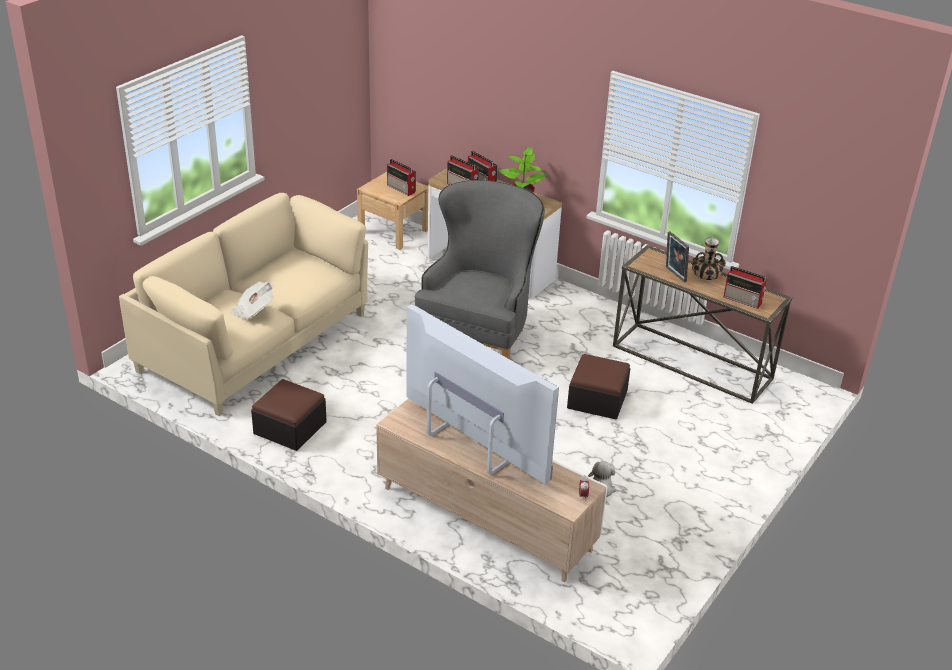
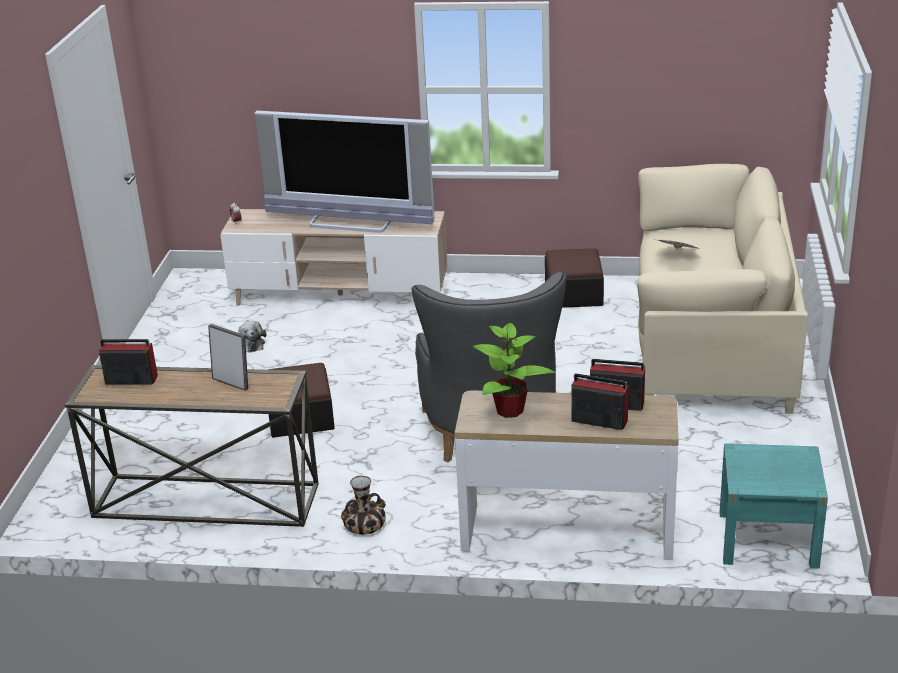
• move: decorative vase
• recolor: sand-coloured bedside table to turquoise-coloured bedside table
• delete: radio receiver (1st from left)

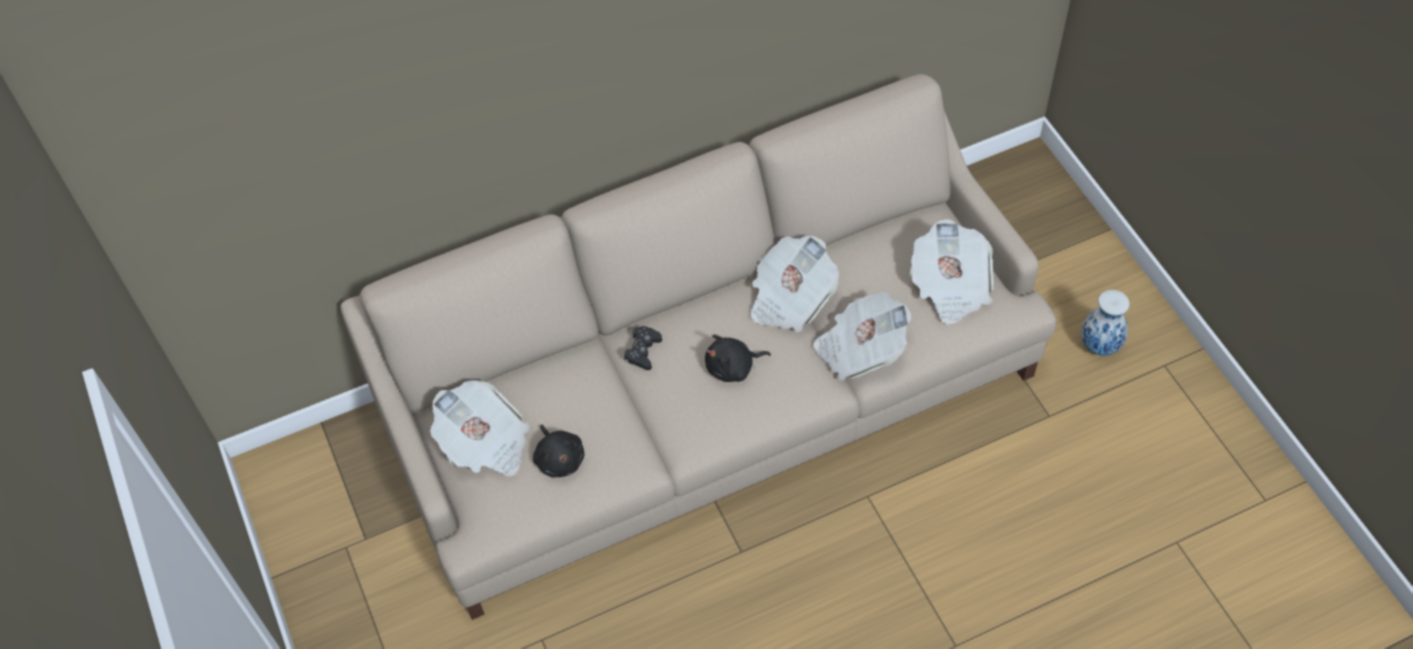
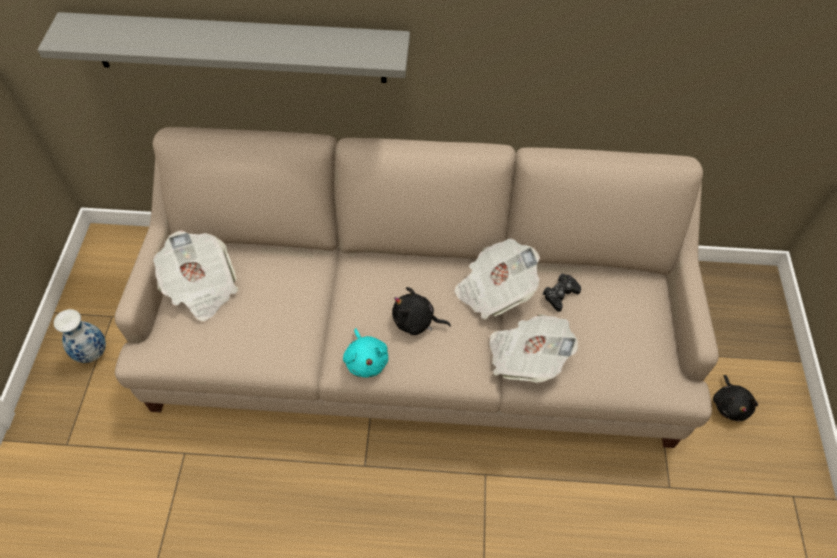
• insert: gray bracket shelf
• move: decorative vase
• insert: turquoise-coloured plush toy
• move: blackish game controller
• move: blackish plush toy (1st from left in the first image) to blackish plush toy (2nd from left)
• delete: daily paper (4th from left)

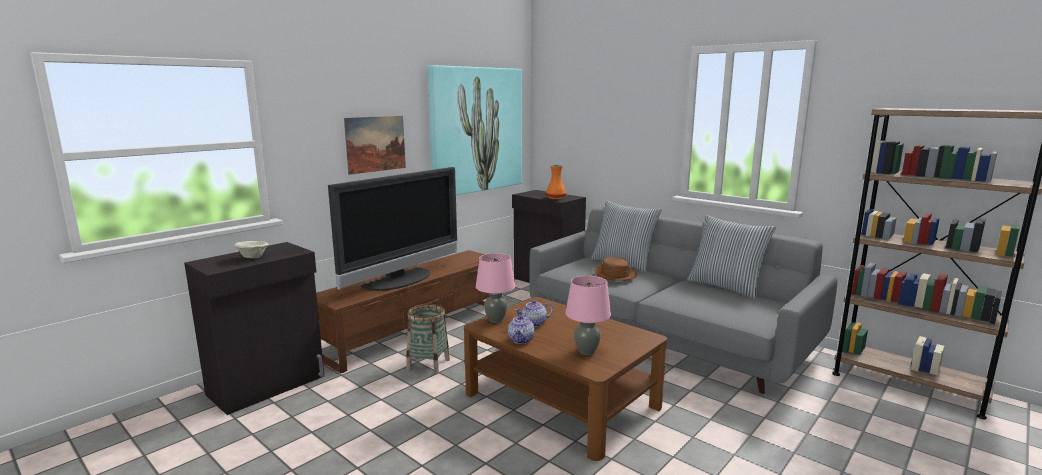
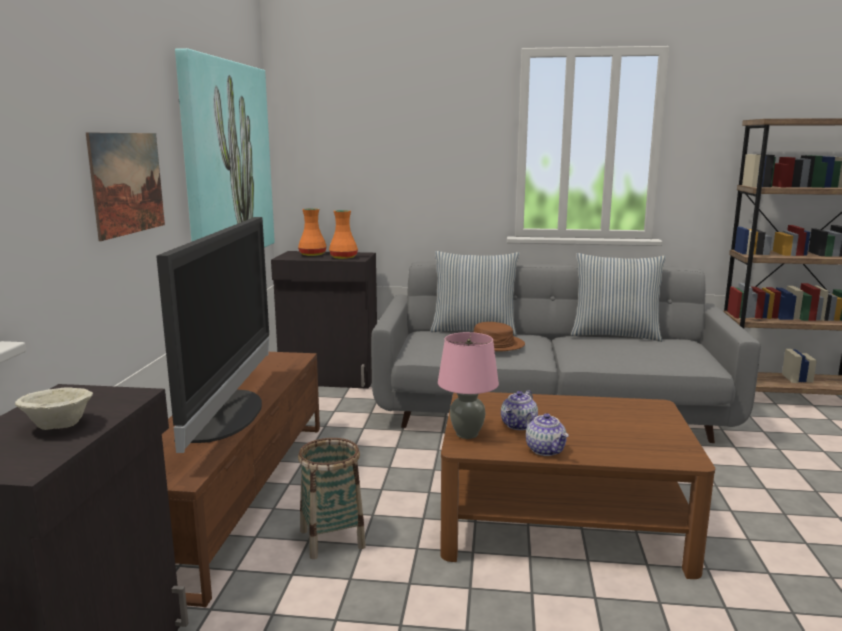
• insert: orangey decorative vase (1st from left)
• delete: pinkish tabletop lamp (2nd from left)

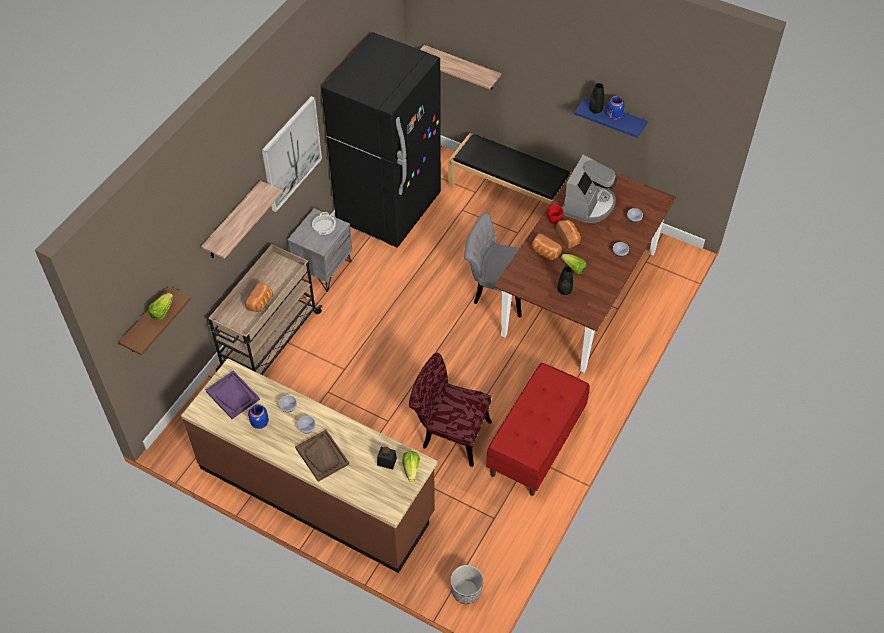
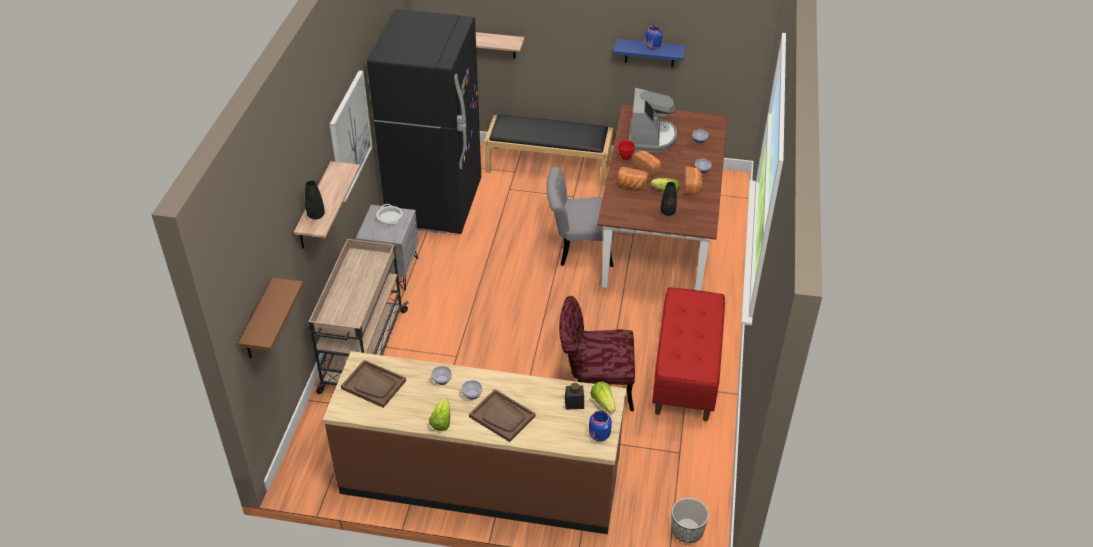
• move: blackish decorative vase (2nd from left in the first image) to blackish decorative vase (1st from left)
• recolor: purple serving tray to brown serving tray (1st from left)
• move: lettuce head (1st from left)
• move: blue jar (1st from left)
• move: bakery bread (1st from left in the first image) to bakery bread (3rd from left)

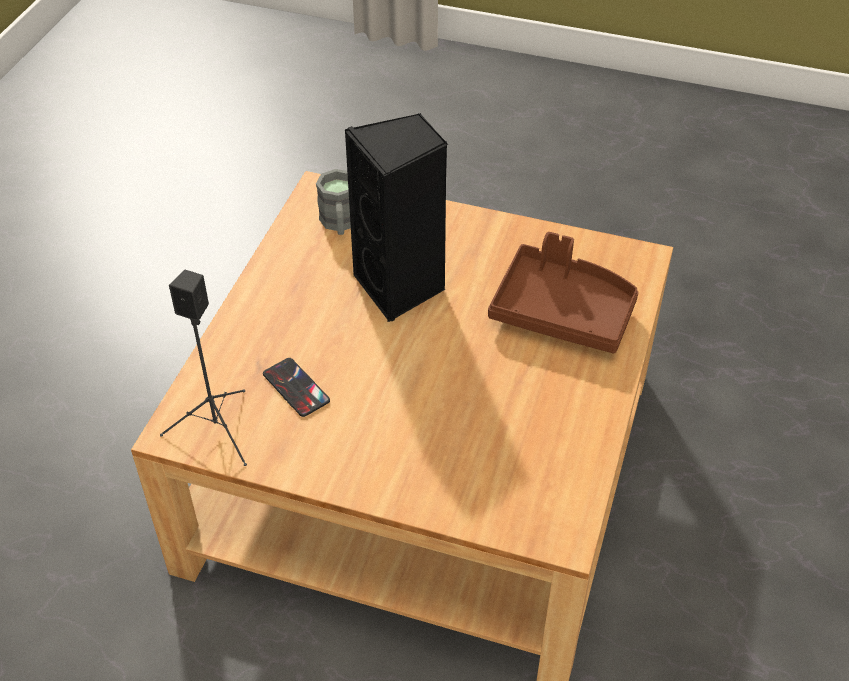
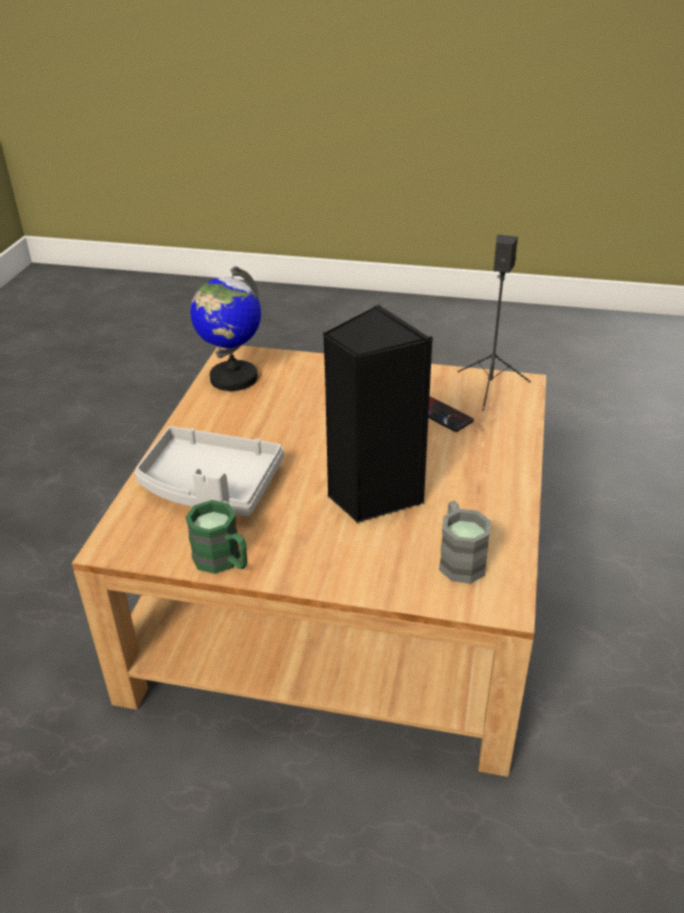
• recolor: brown serving tray to gray serving tray
• insert: green tea mug
• insert: desk globe

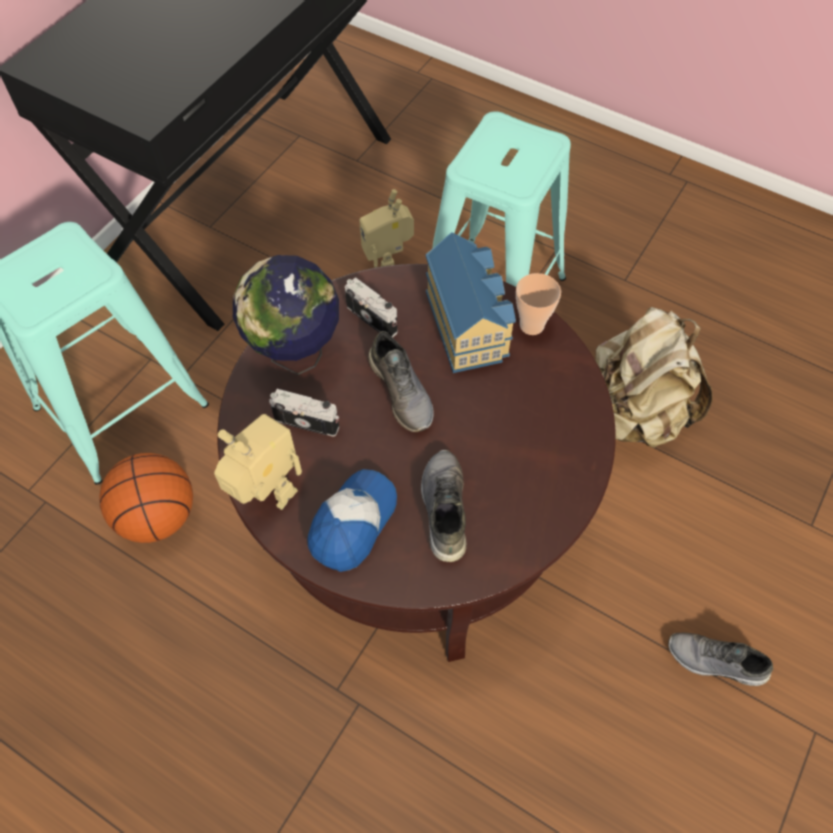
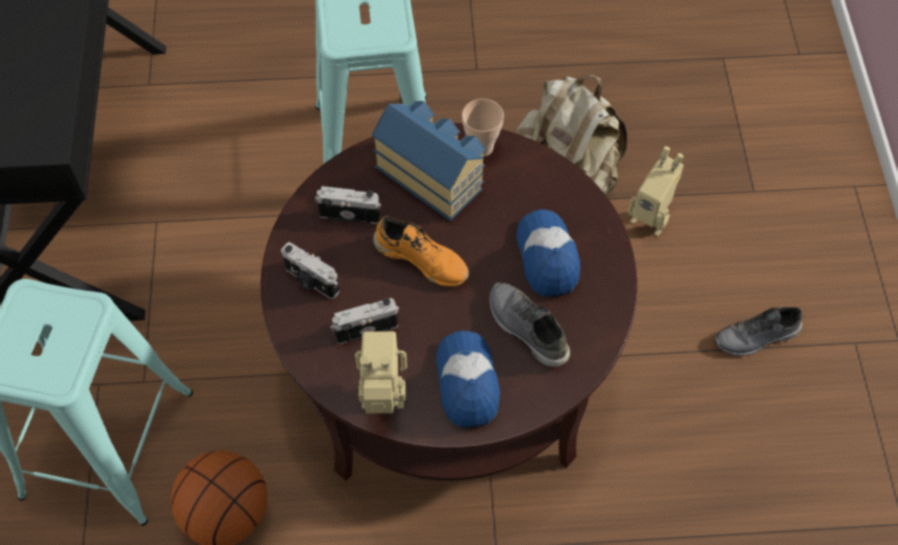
• replace: desk globe to photo camera (1st from left)
• recolor: gray item of footwear (1st from left) to orangey item of footwear
• insert: peaked cap (2nd from left)
• move: toy robot (2nd from left)

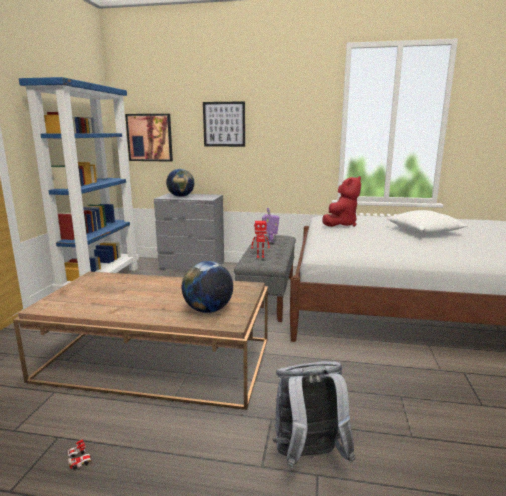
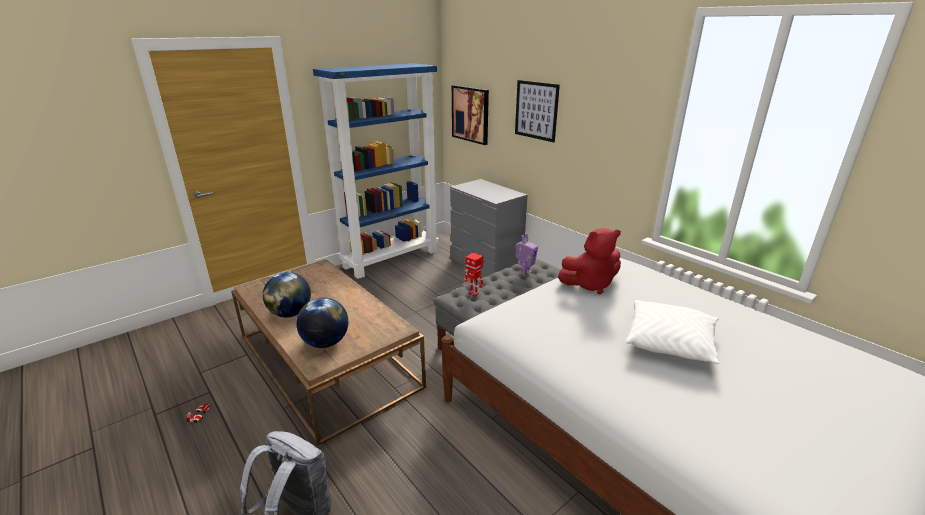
• move: desk globe (1st from left)

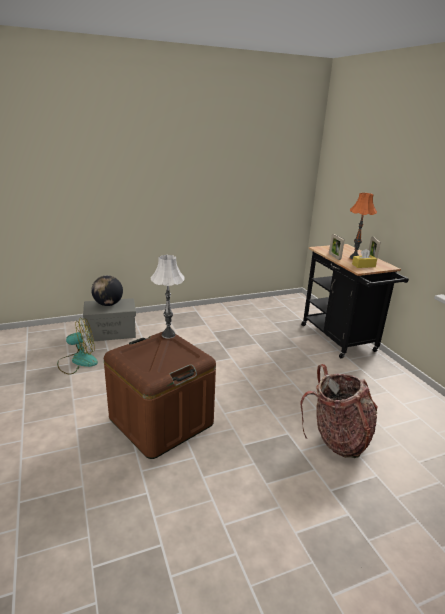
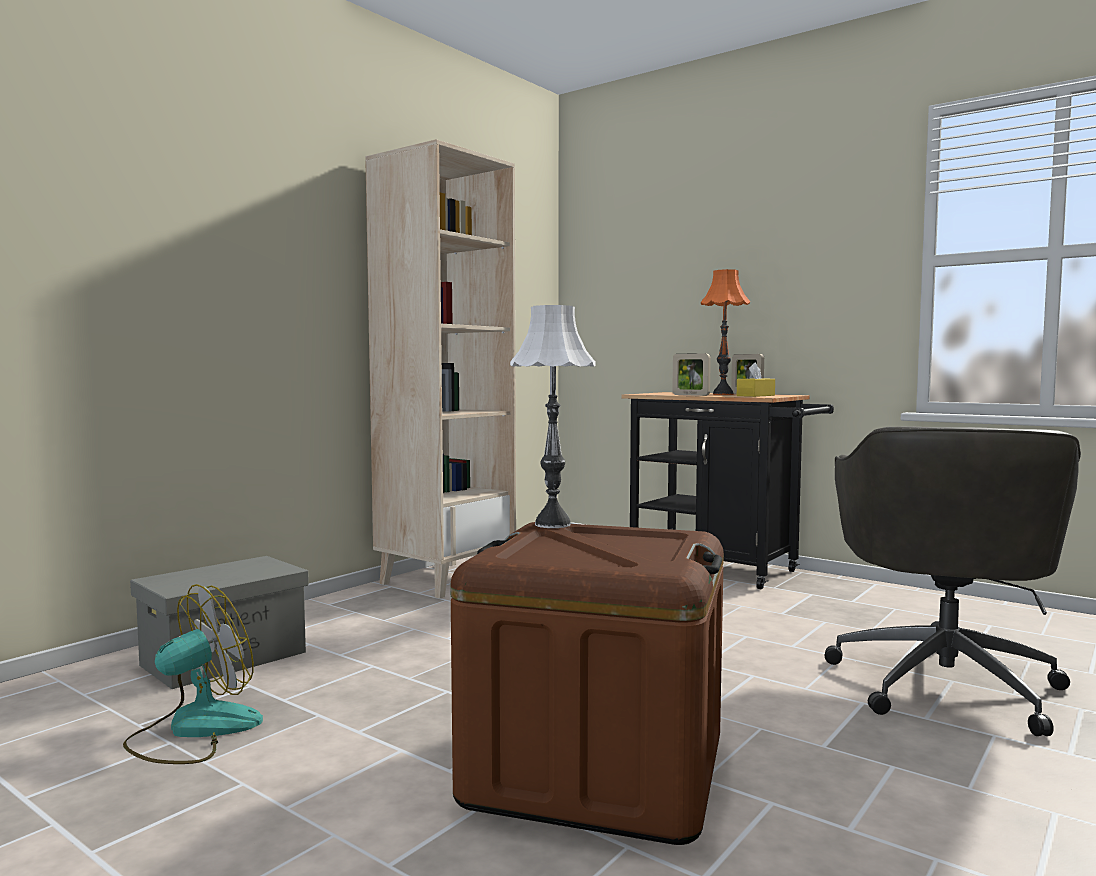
• insert: sand-coloured bookcase
• replace: backpack to gray office chair
• delete: desk globe

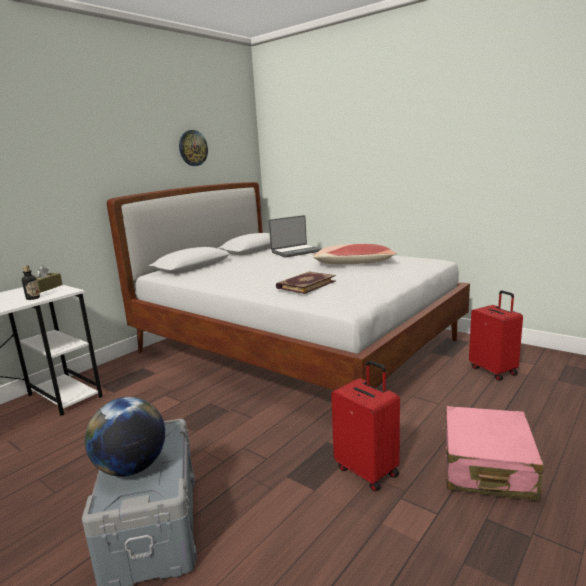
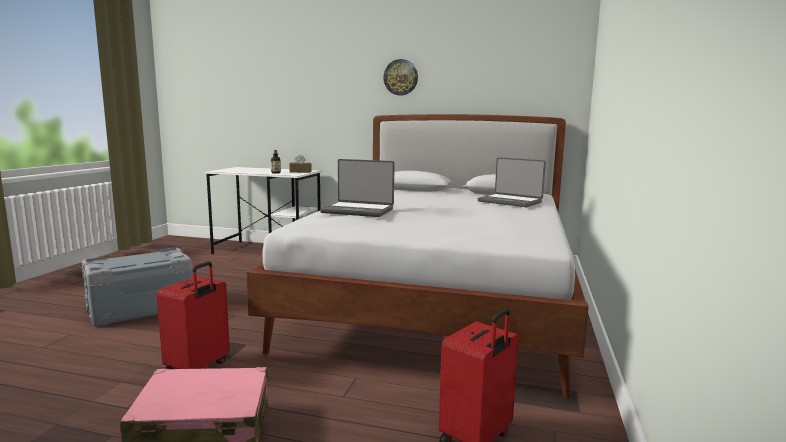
• replace: volume to portable computer (1st from left)
• move: clock on the wall
• delete: desk globe
• delete: pillow

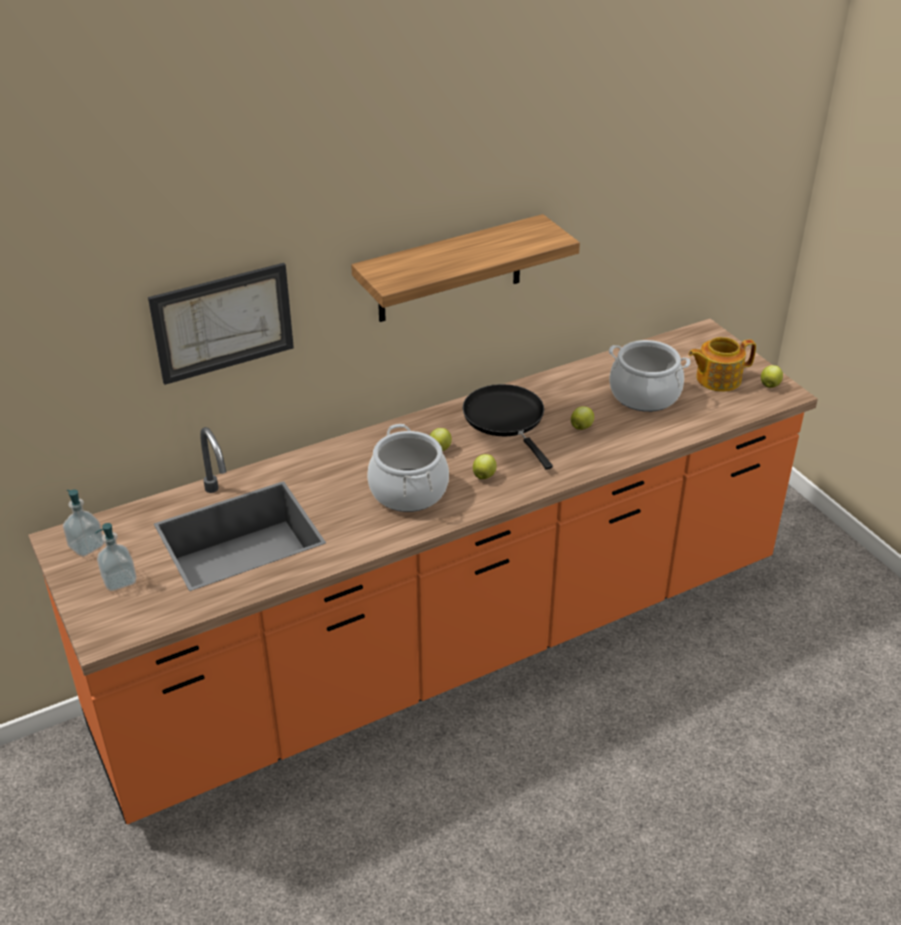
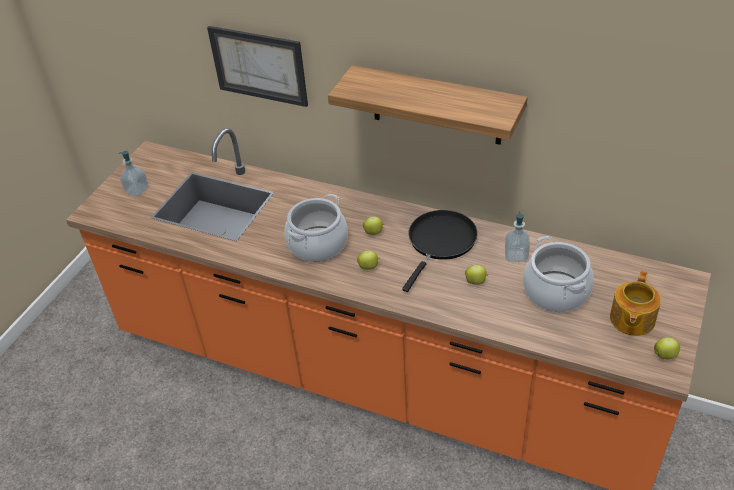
• move: soap dispenser (1st from left in the first image) to soap dispenser (2nd from left)
• rotate: pot for tea 105 degrees counterclockwise

